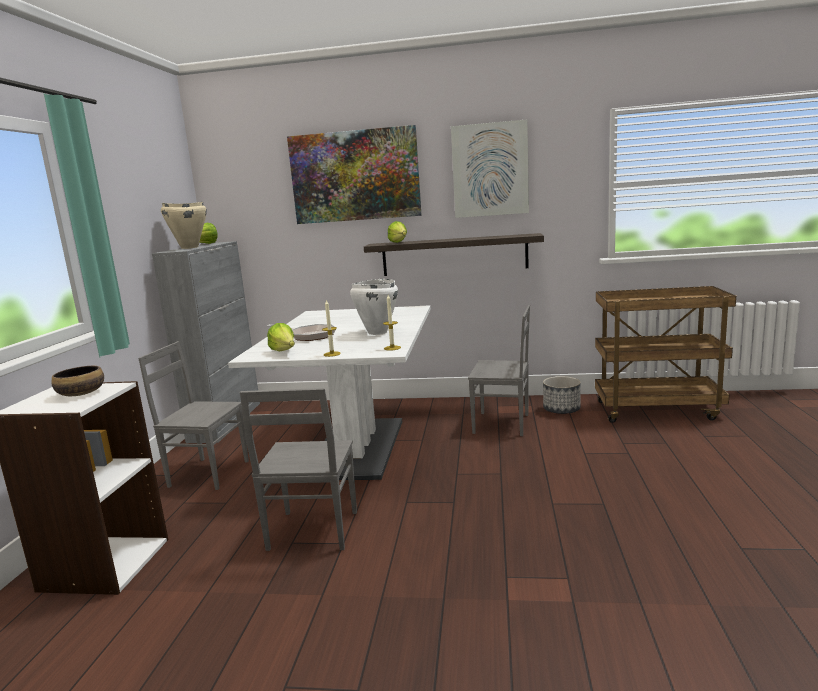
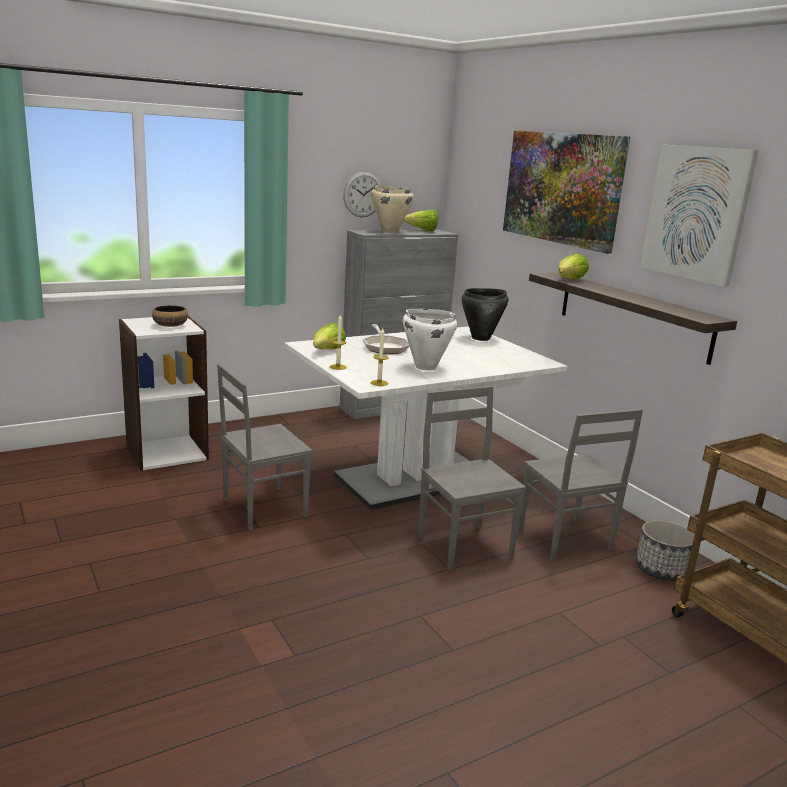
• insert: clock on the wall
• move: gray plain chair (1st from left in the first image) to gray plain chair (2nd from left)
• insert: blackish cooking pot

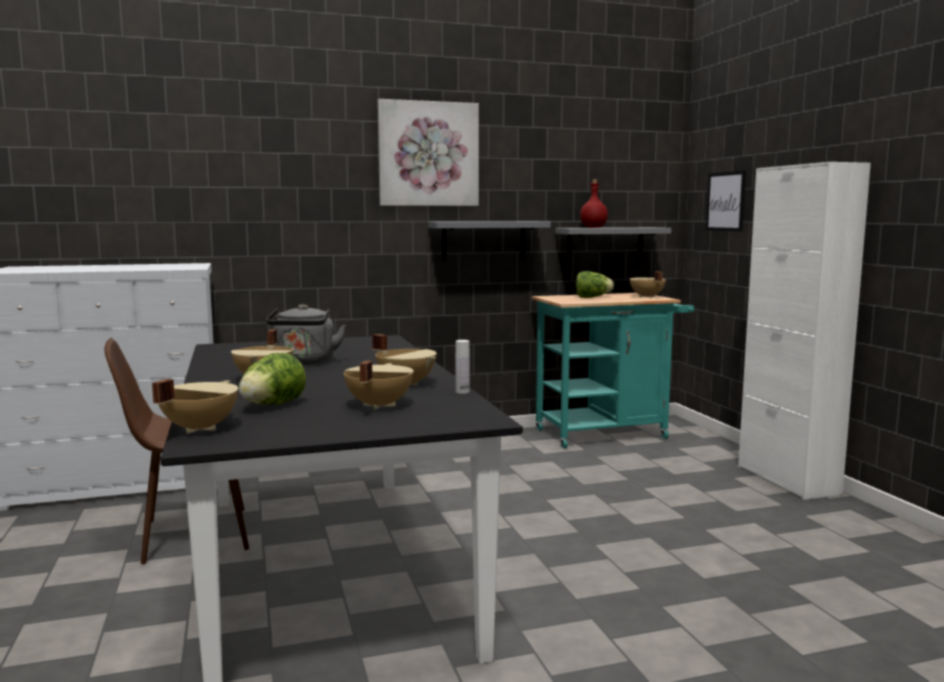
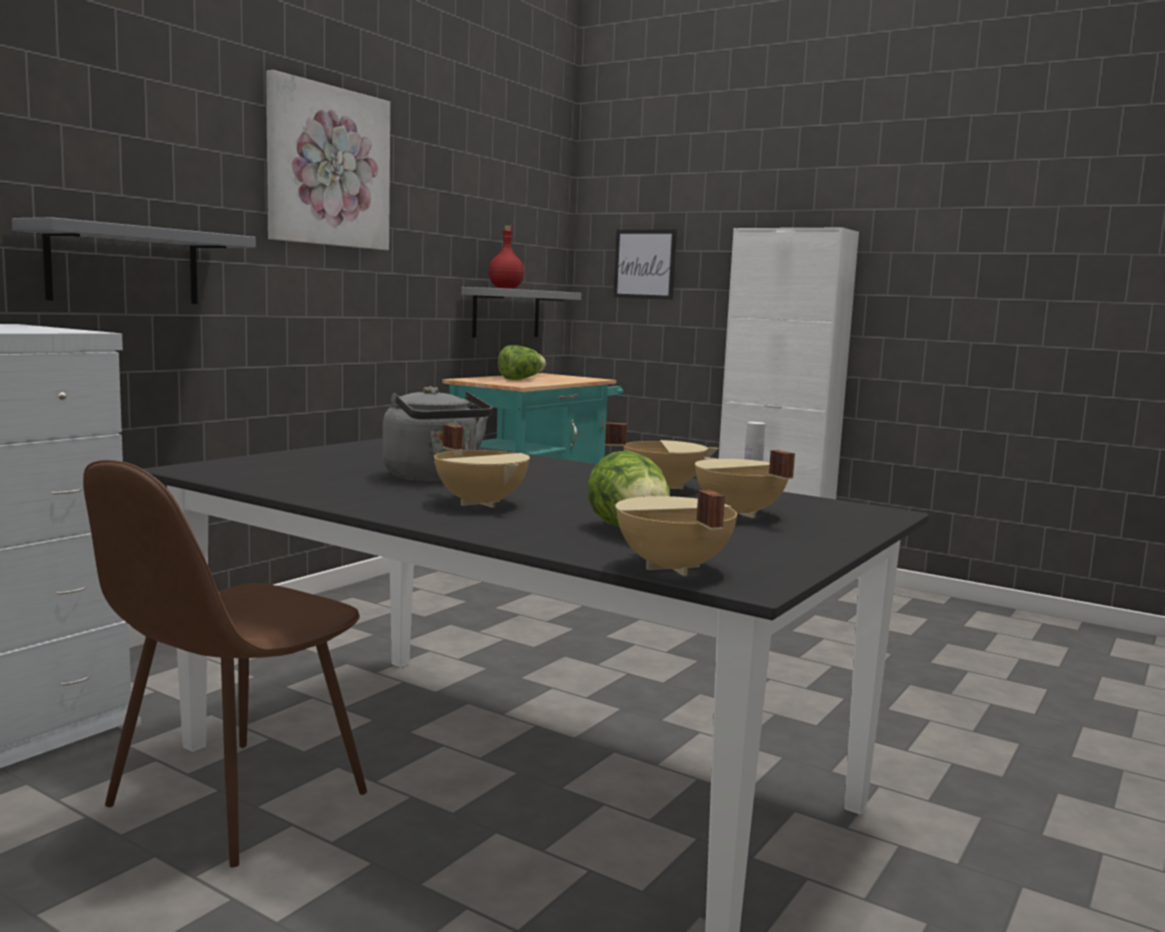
• move: gray bracket shelf (1st from left)
• delete: sand-coloured cooking pot (5th from left)

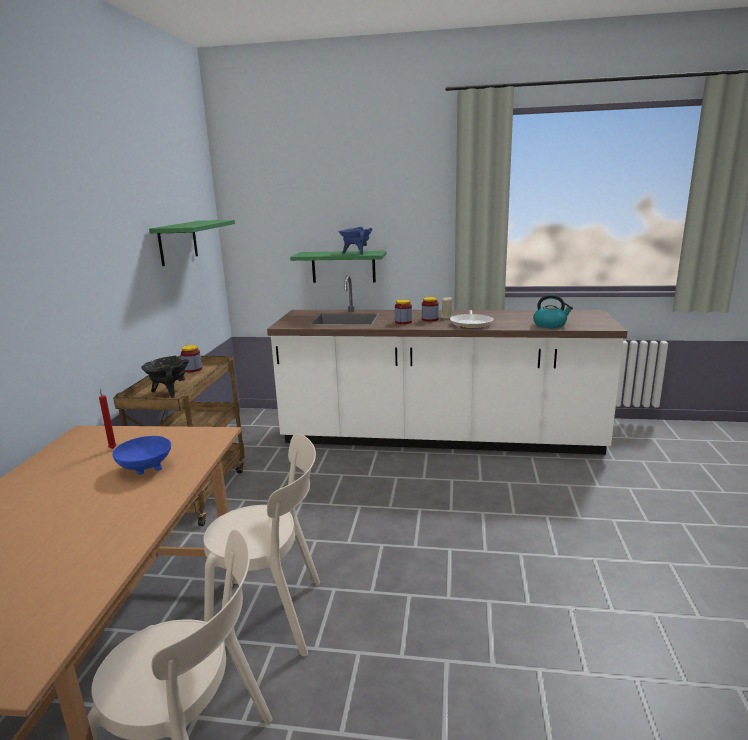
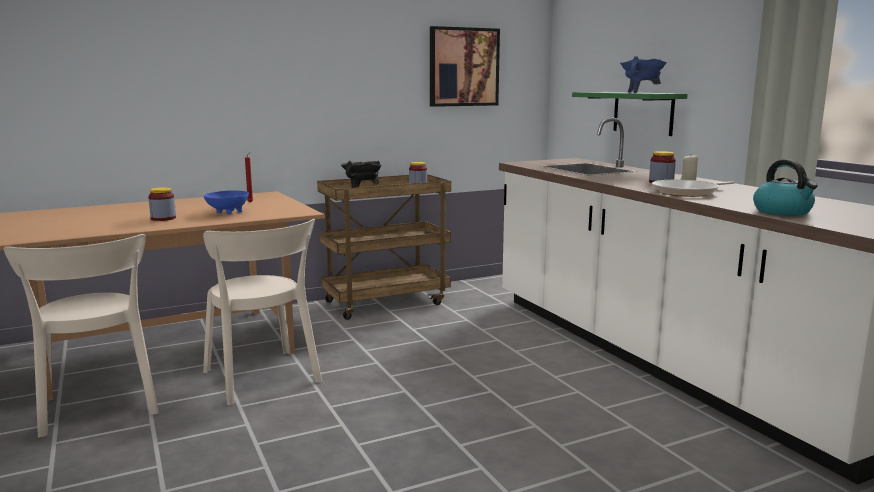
• move: jar (2nd from left in the first image) to jar (1st from left)
• replace: green bracket shelf (1st from left) to wall art

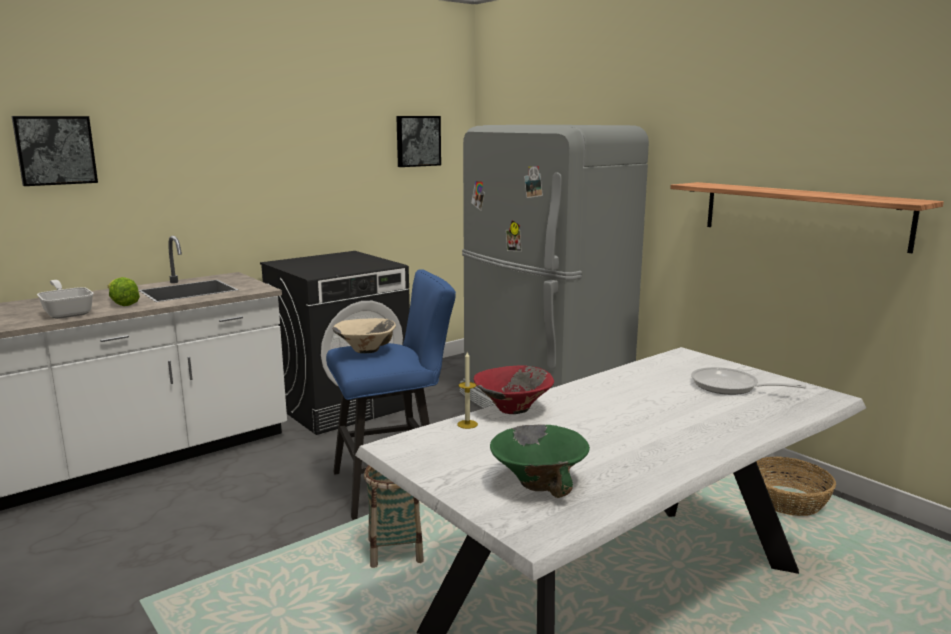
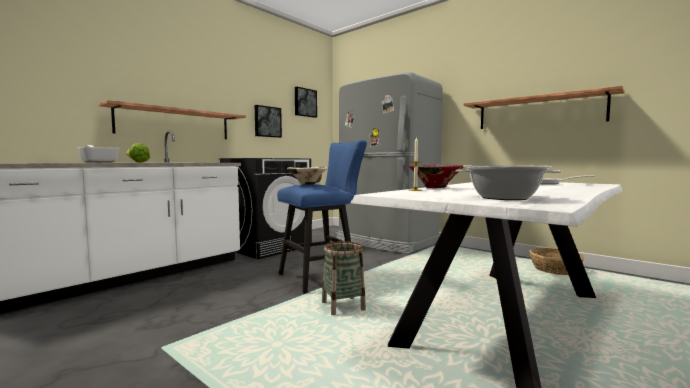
• insert: bracket shelf (1st from left)
• move: wall art (1st from left)
• replace: green serving bowl to cooking pot

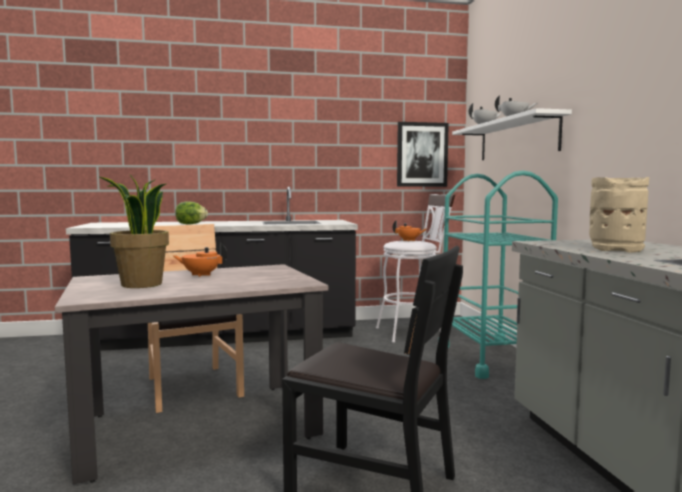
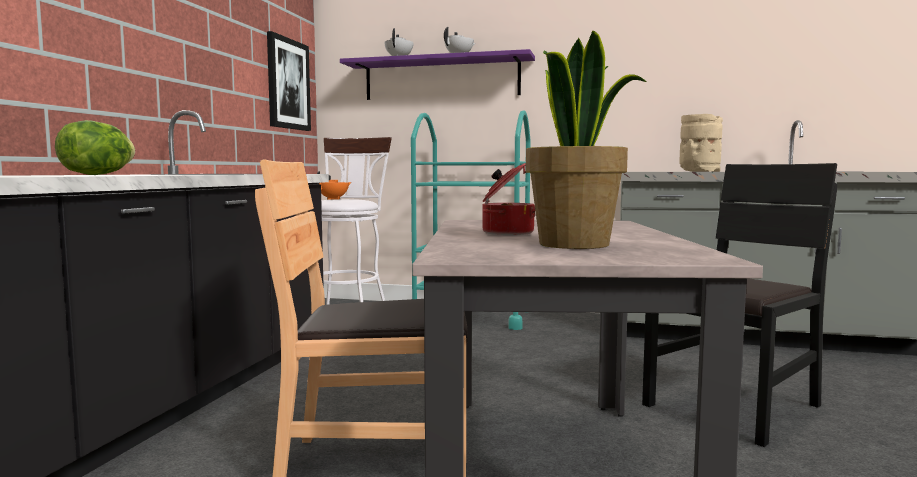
• recolor: whitish bracket shelf to purple bracket shelf
• replace: orangey pot for tea (1st from left) to cooking pot

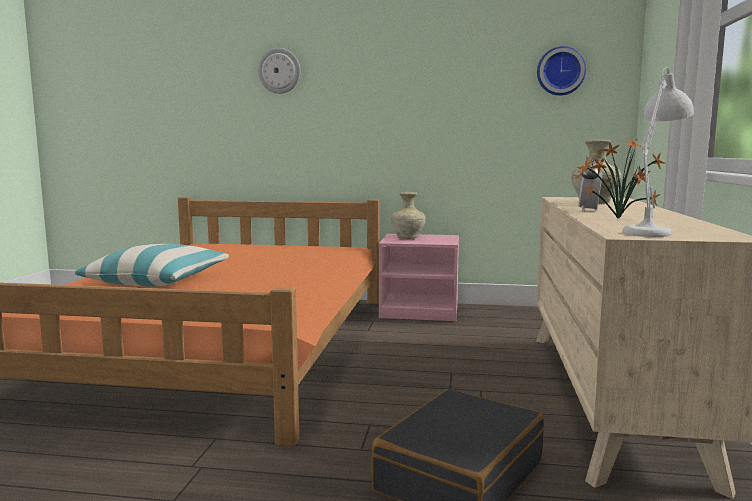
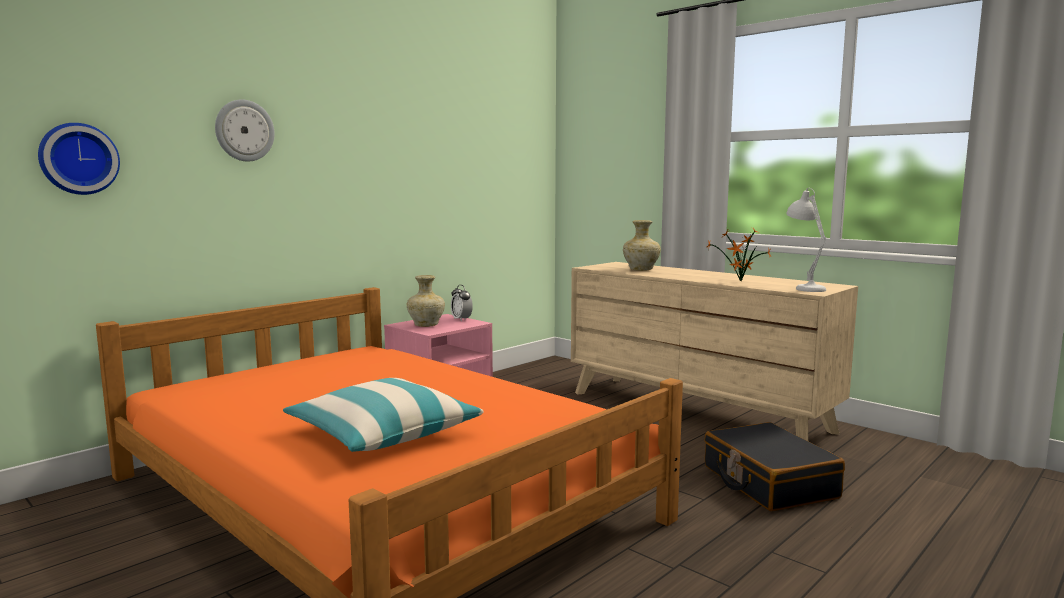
• move: clock on the wall (2nd from left in the first image) to clock on the wall (1st from left)
• move: alarm clock

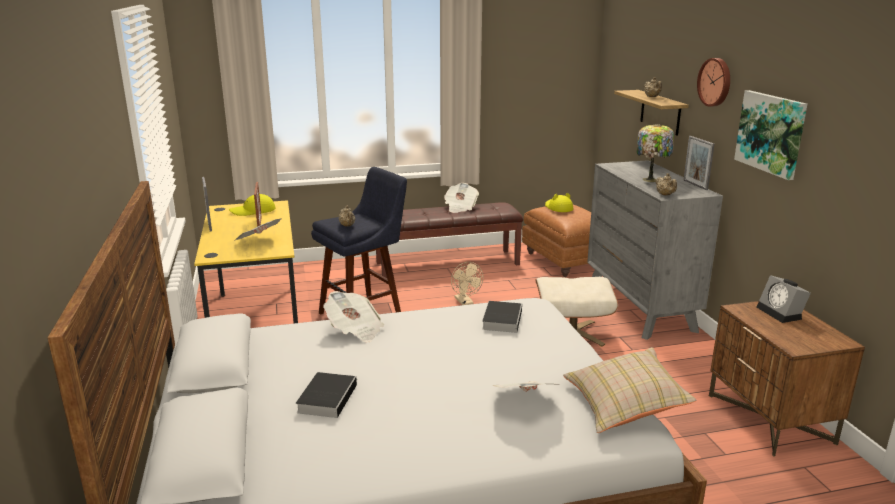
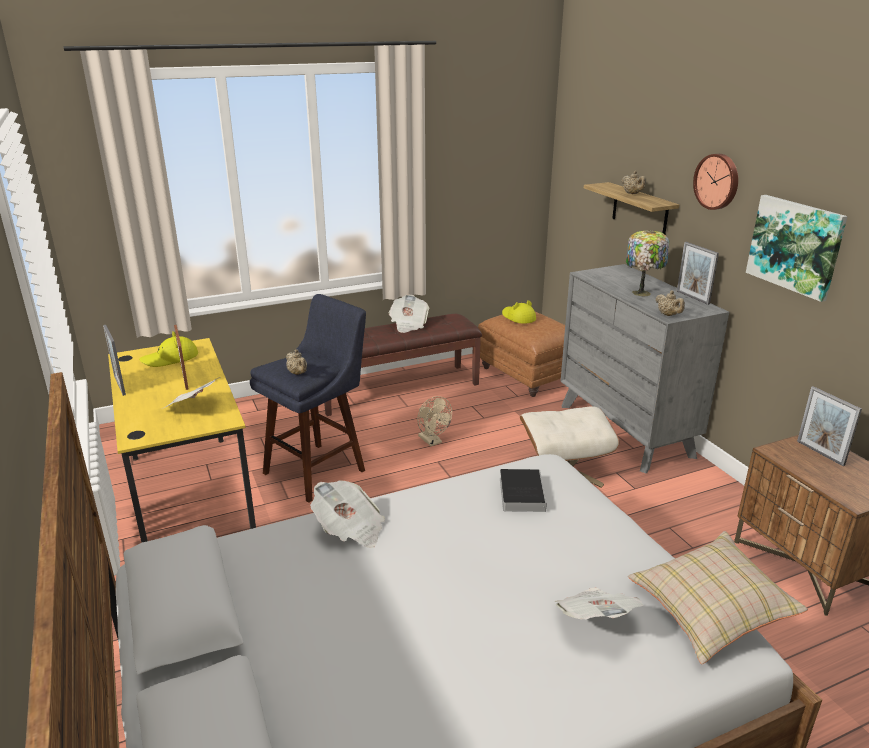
• replace: alarm clock to standing frame (4th from left)
• delete: volume (1st from left)

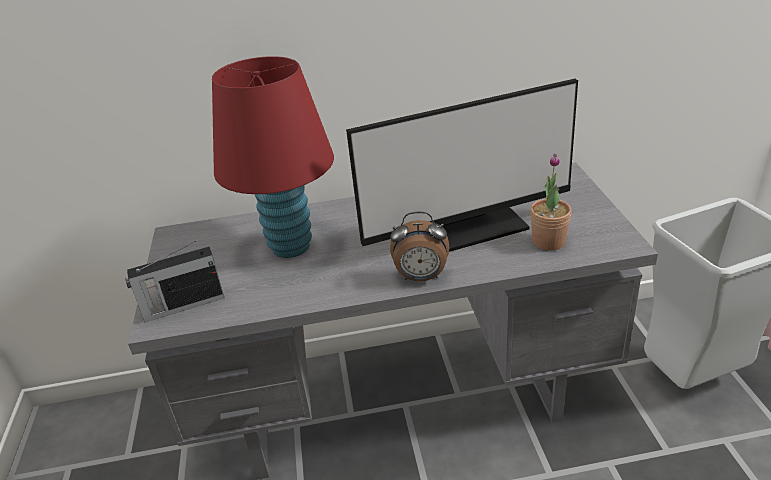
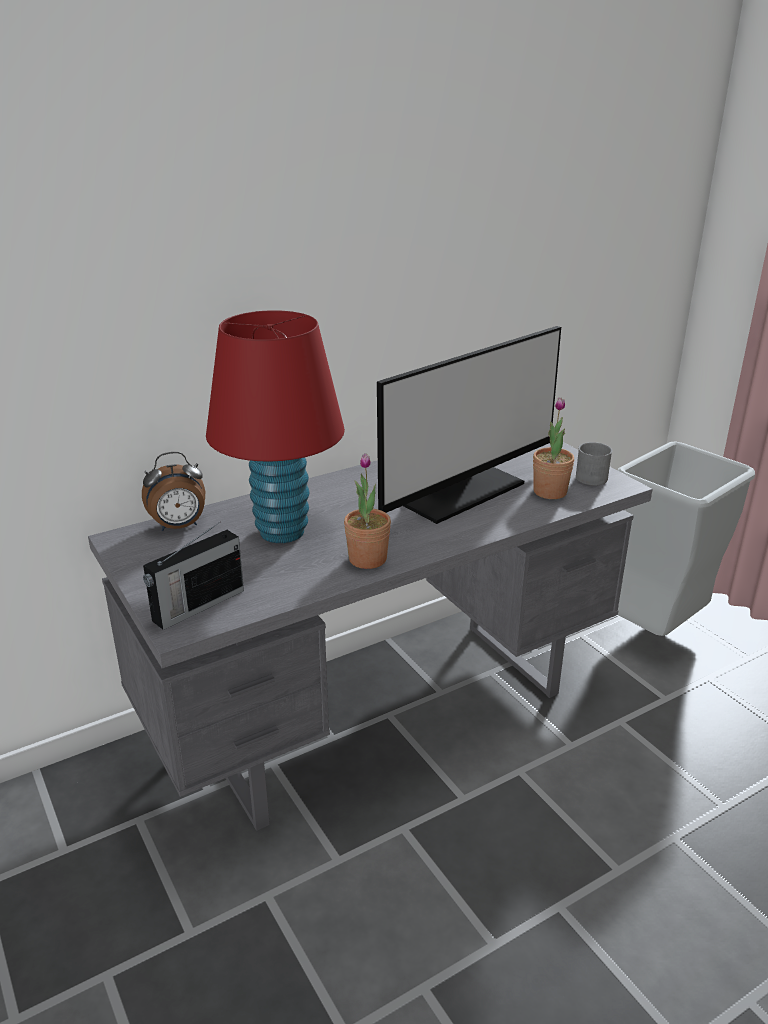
• move: alarm clock
• insert: potted plant (1st from left)
• insert: gray tea mug

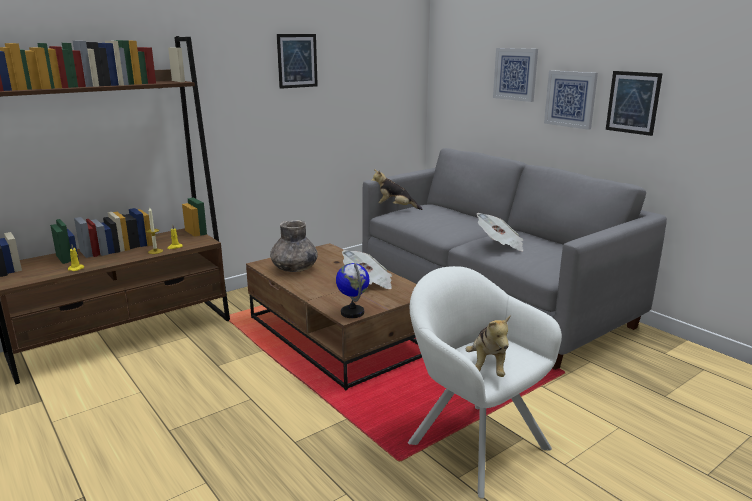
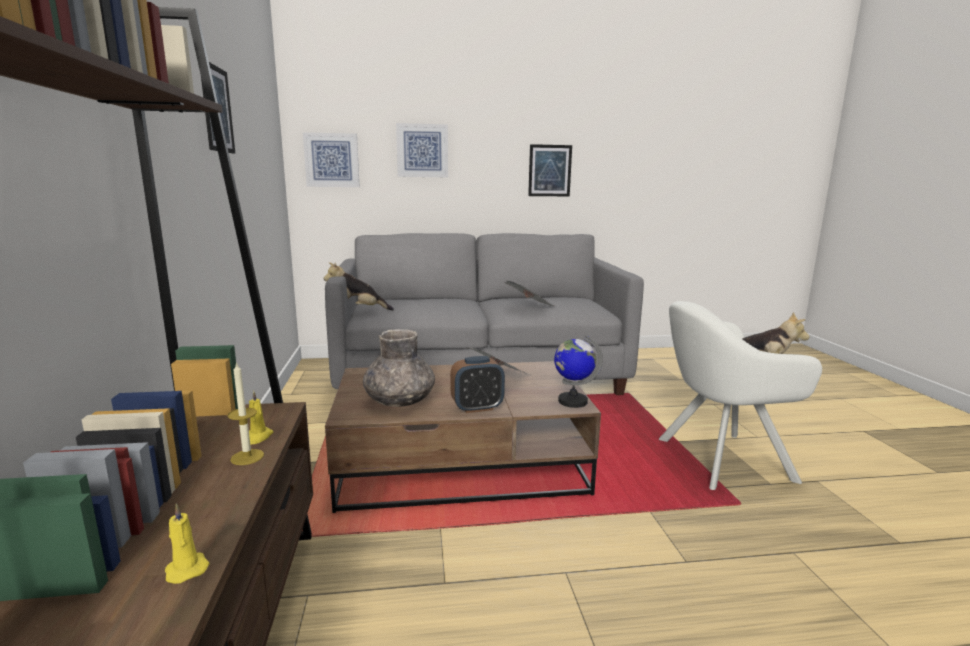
• move: wall art (3rd from left in the first image) to wall art (2nd from left)
• rotate: plush toy (1st from left) 45 degrees clockwise
• insert: alarm clock

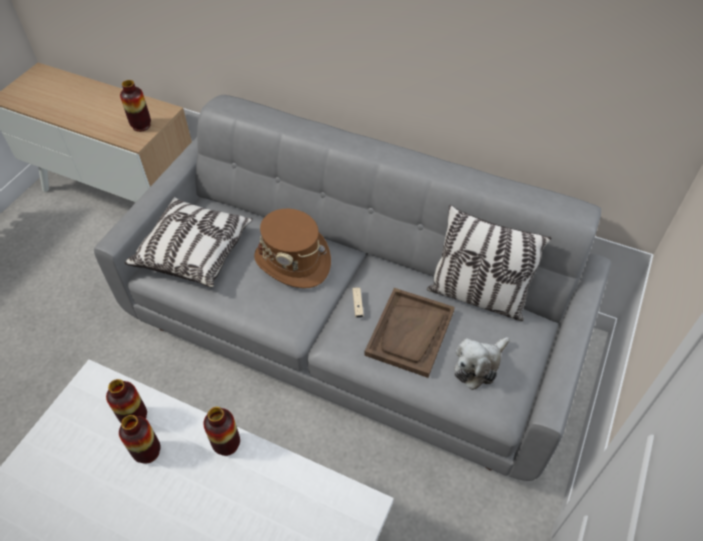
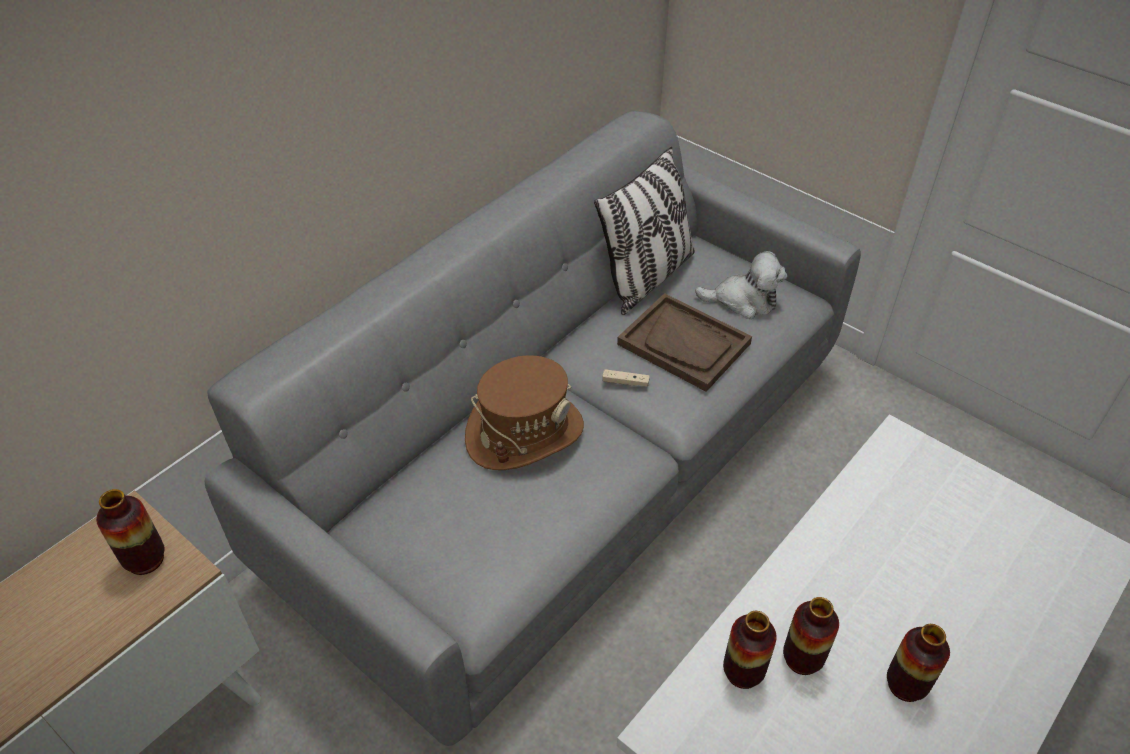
• rotate: plush toy 60 degrees counterclockwise
• move: decorative vase (4th from left)
• delete: pillow (1st from left)

